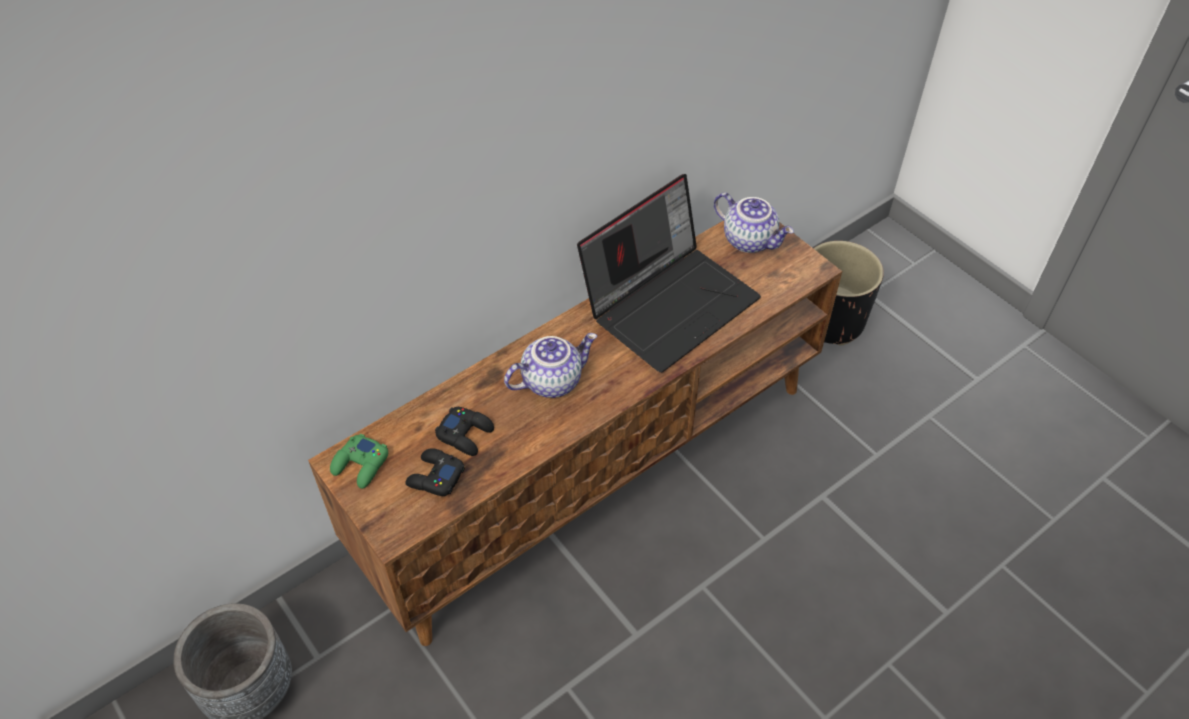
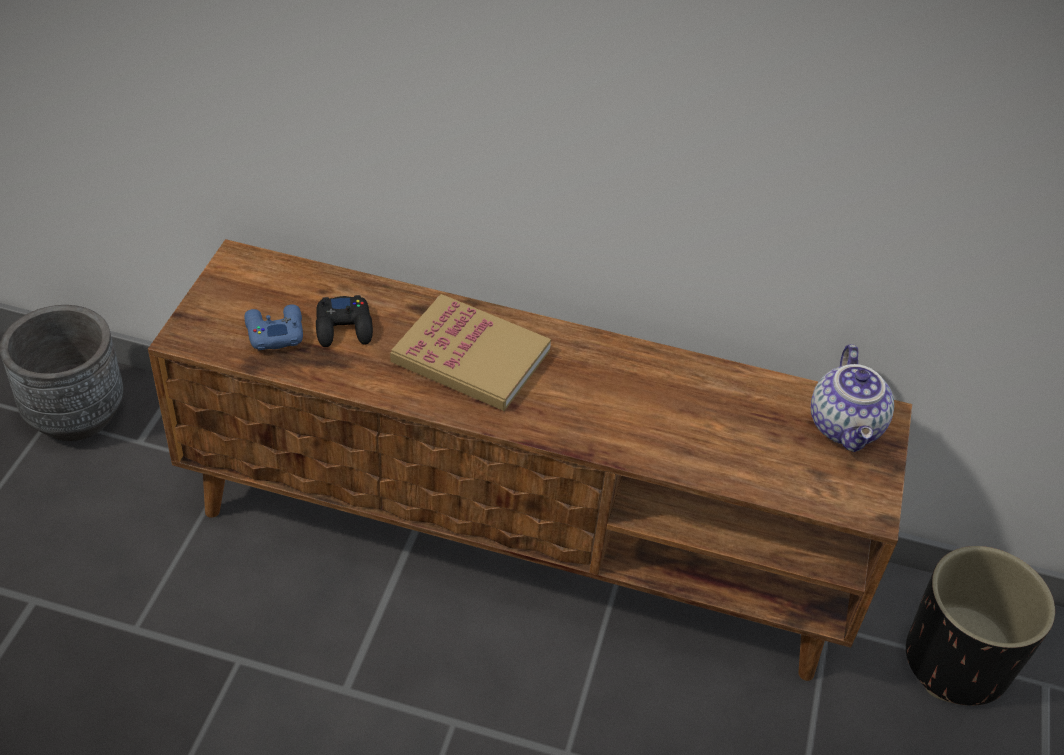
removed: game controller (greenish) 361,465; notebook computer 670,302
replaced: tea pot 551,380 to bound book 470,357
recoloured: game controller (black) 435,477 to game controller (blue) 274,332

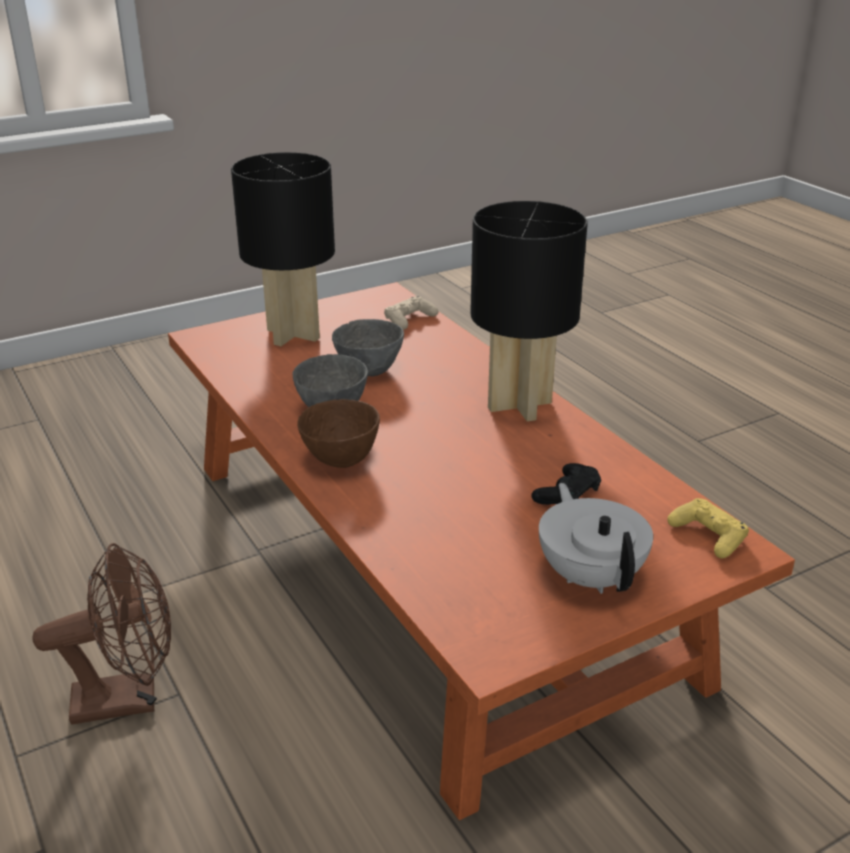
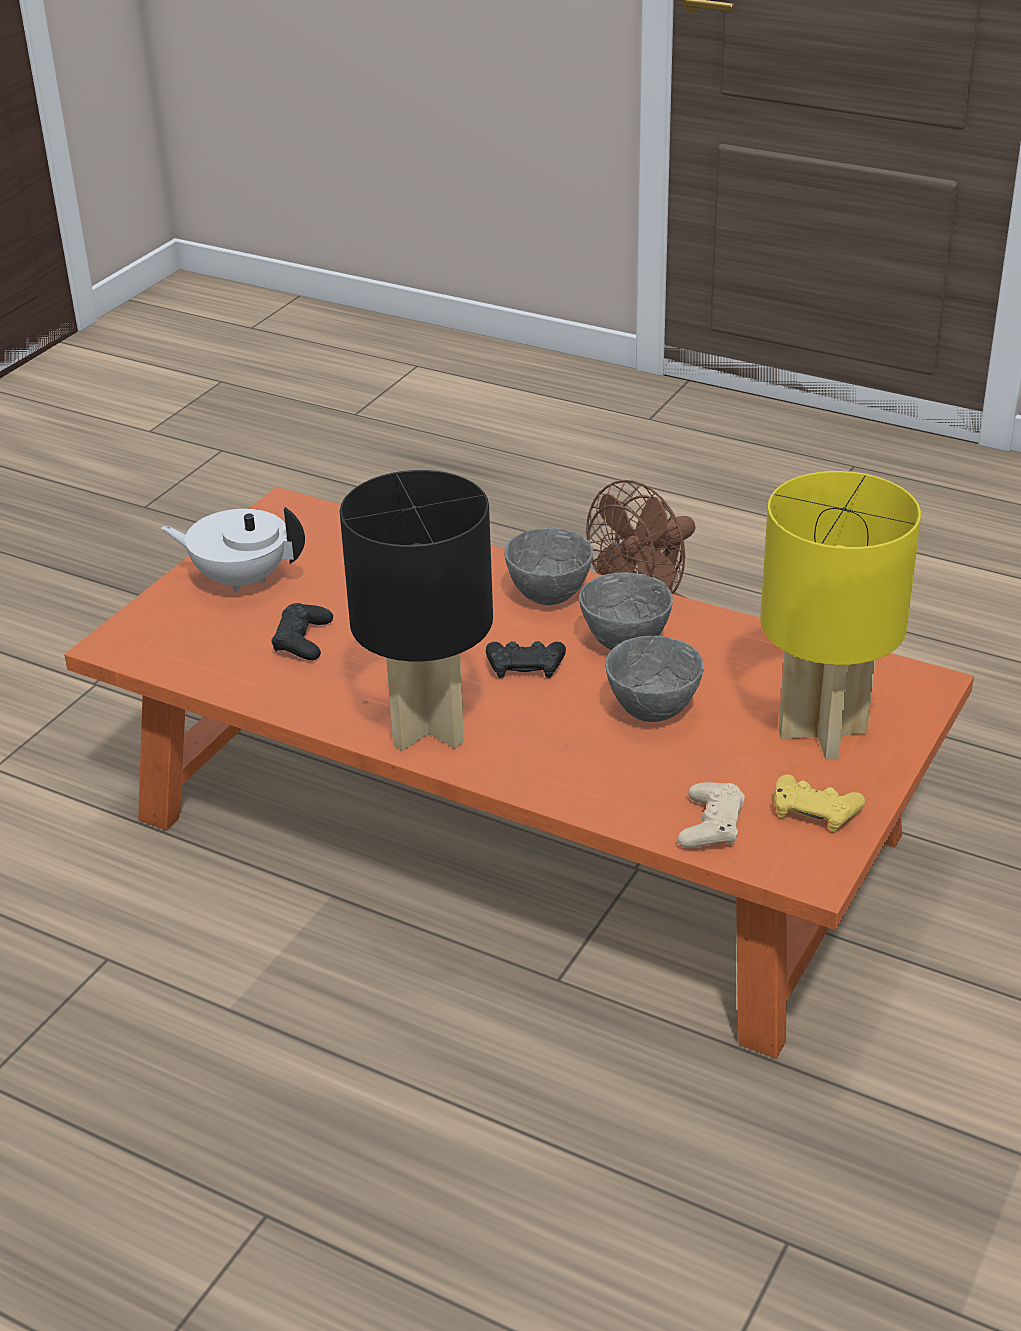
added: game controller (black) 525,666
moved: game controller (yellow-coloured) 708,535 to 815,810
recoloured: bowl (brown-coloured) 342,461 to bowl (grey) 547,596; lamp for a table (black) 292,334 to lamp for a table (yellow-coloured) 824,731
turned: tea pot (whitish) 591,575 = 241,579 150 degrees clockwise

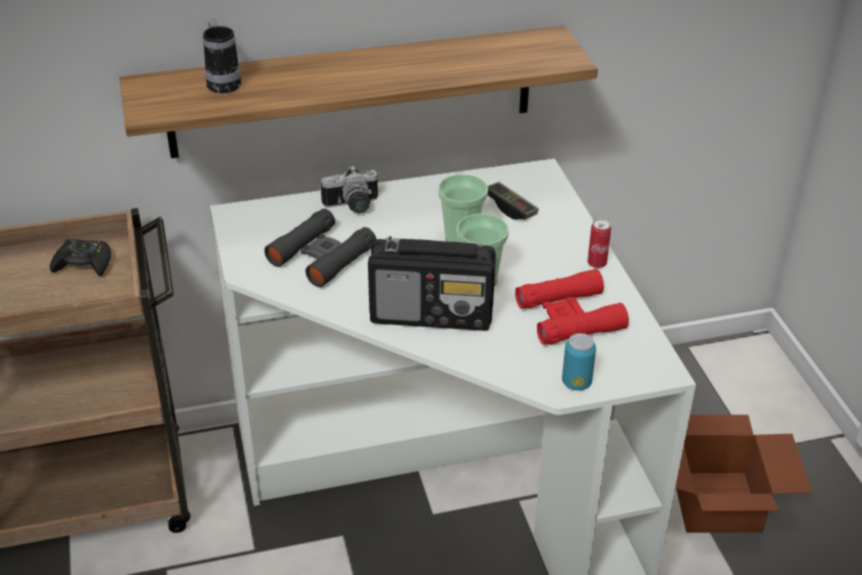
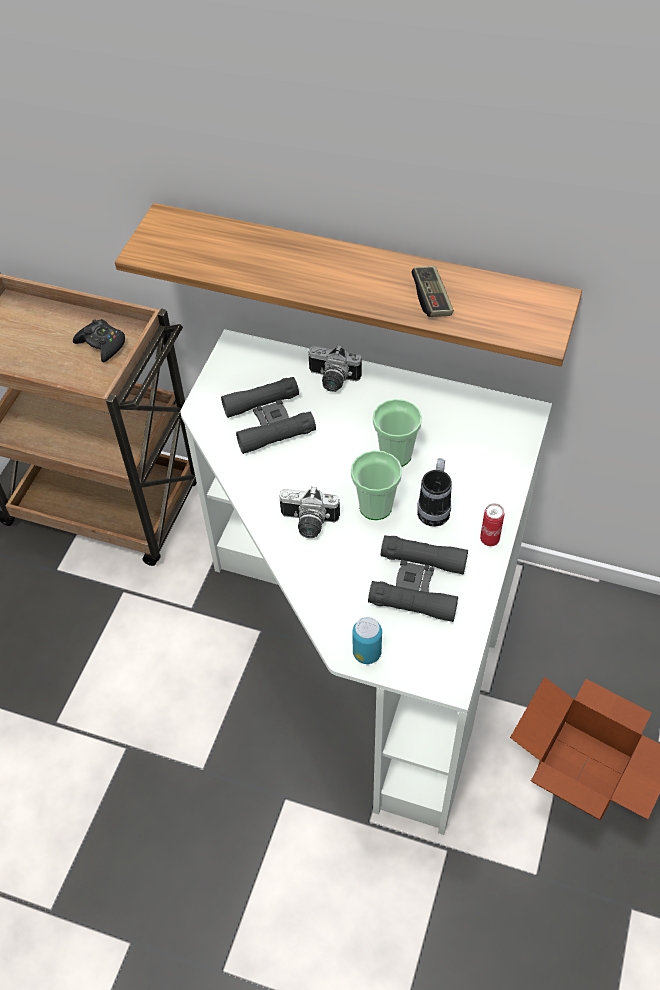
moved: game controller 510,208 to 431,299; mug 222,82 to 435,508
replaced: radio set 432,314 to photo camera 308,524
recoloured: pair of binoculars (red-coloured) 569,316 to pair of binoculars (black) 418,583

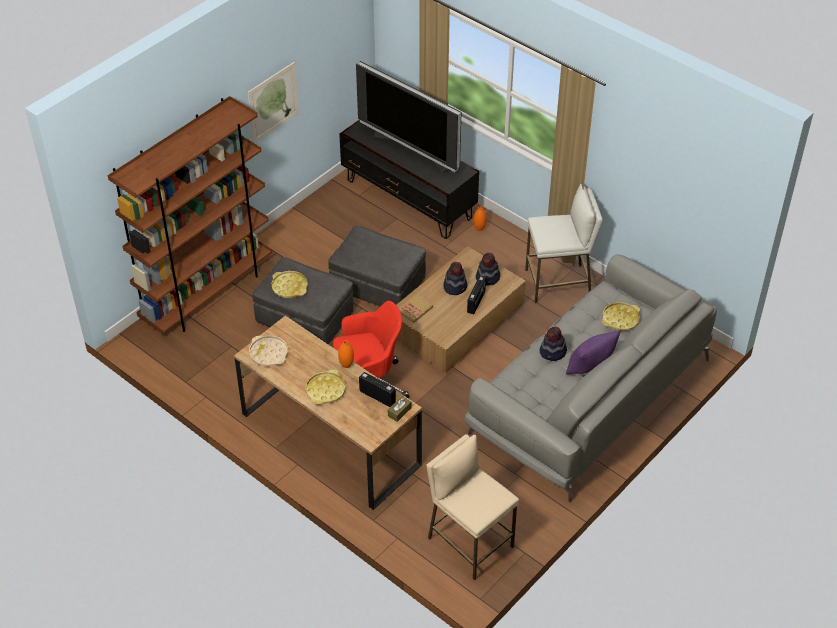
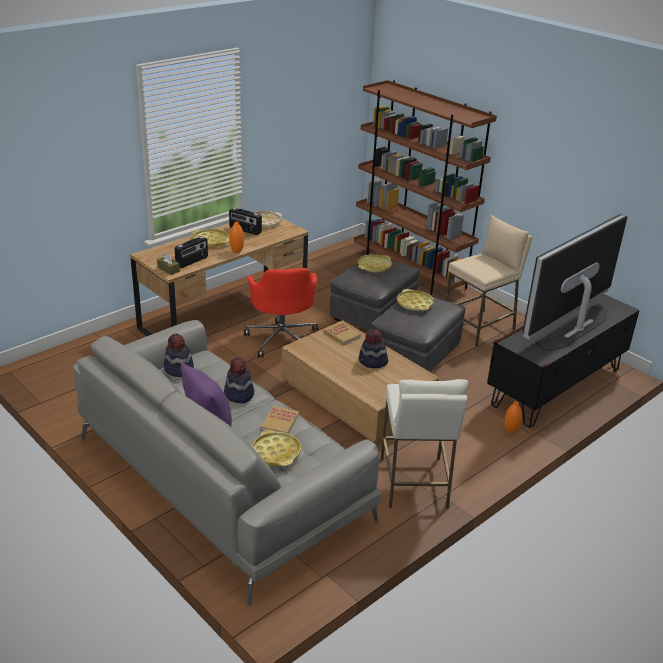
removed: picture 273,102
added: bound book 280,422; serving tray (yellow-coloured) 414,304
moved: hat 488,278 to 178,369; radio set 476,302 to 245,230; stool seat (beige-coloured) 469,542 to 479,328

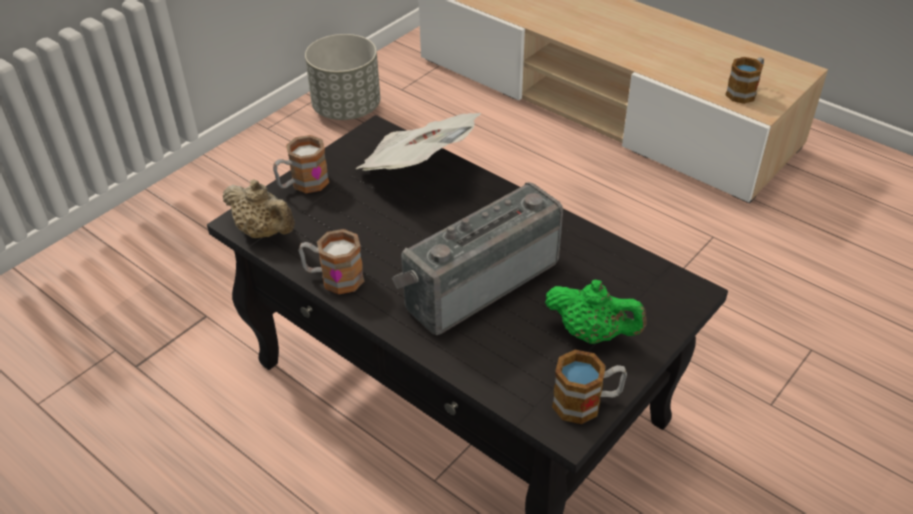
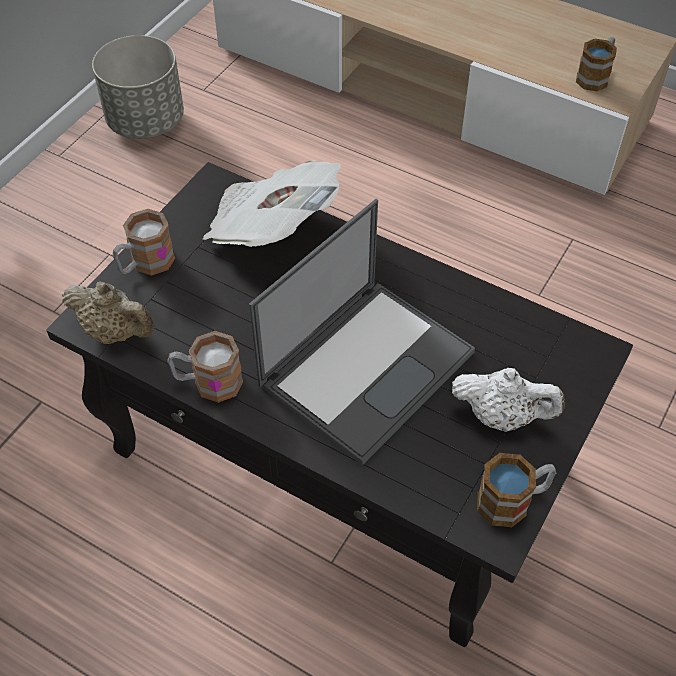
replaced: radio set 477,281 to notebook computer 367,366
recoloured: tea pot (greenish) 592,333 to tea pot (whitish) 502,416

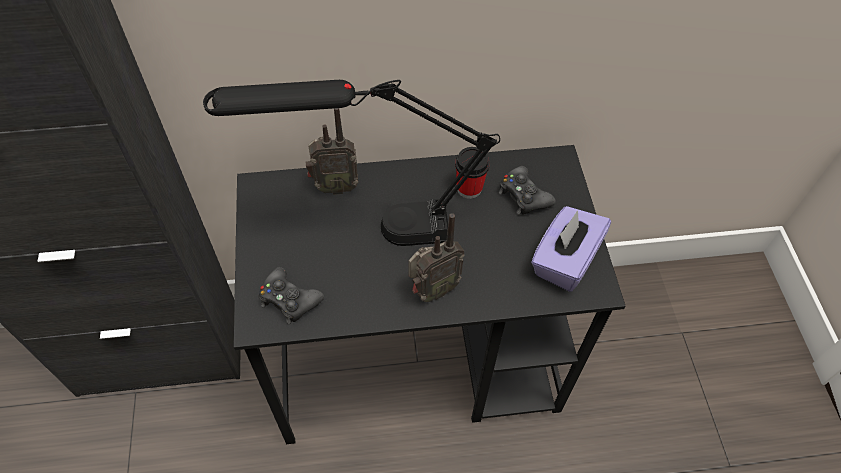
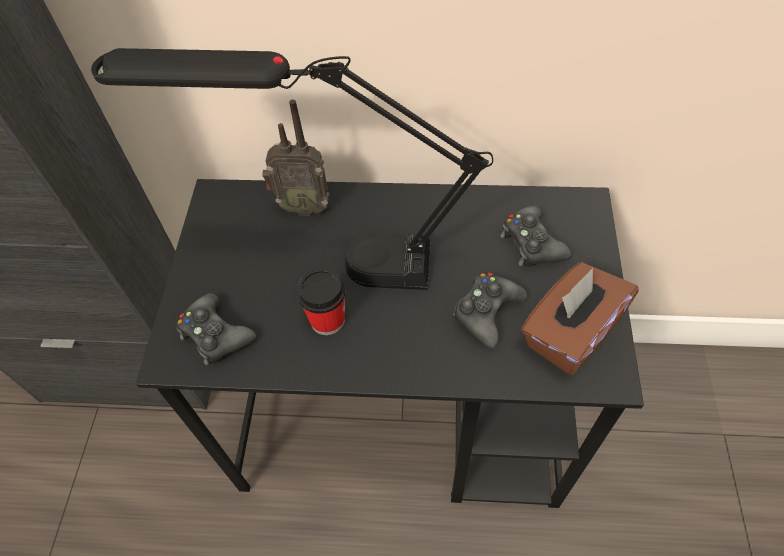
removed: radio set 432,290
added: game controller (black) 486,312
moved: cup 469,188 to 327,320
recoloured: tissue holder (purple) 564,261 to tissue holder (brown-coloured) 570,333

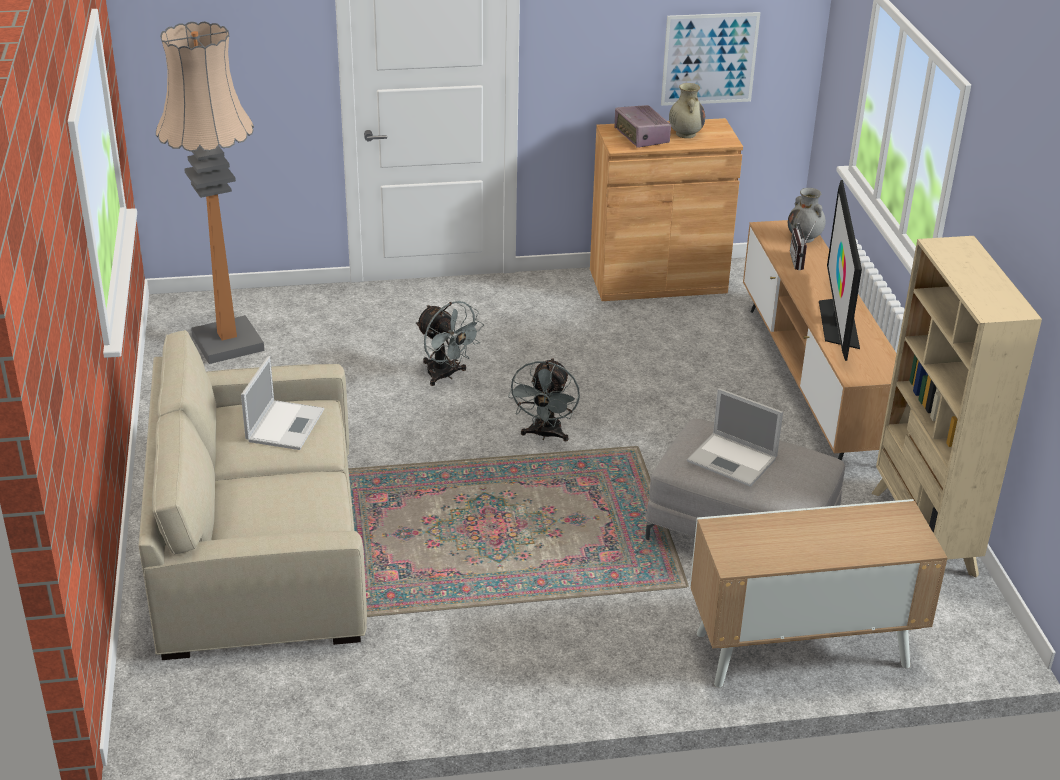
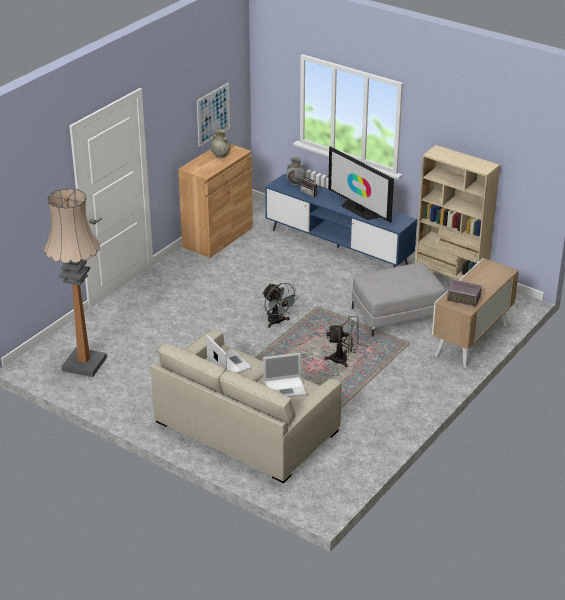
moved: notebook computer 733,460 to 285,387; cooling fan (grey) 446,375 to 344,359; radio set 641,137 to 463,299
recoloured: tv unit (brown-coloured) 811,383 to tv unit (blue) 338,247

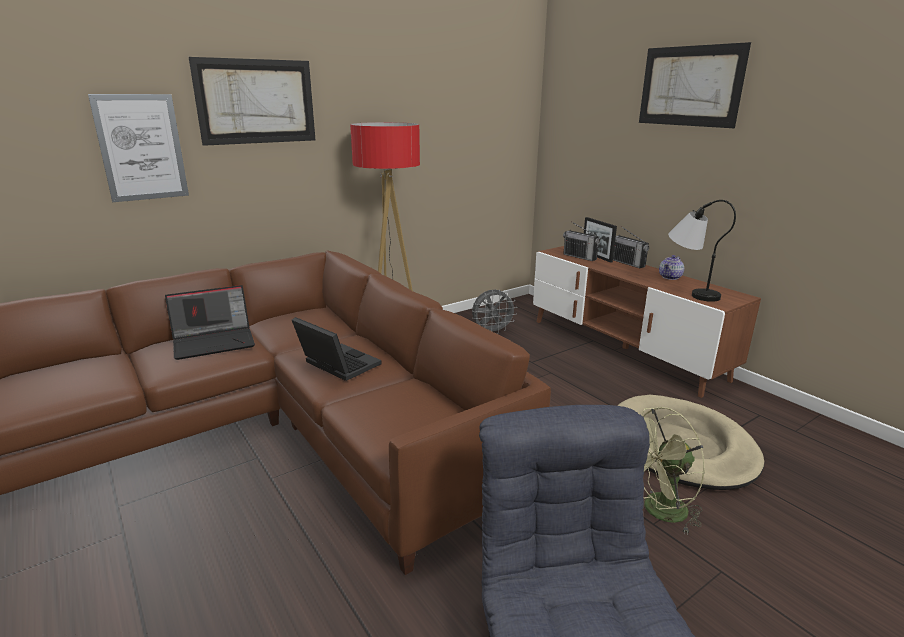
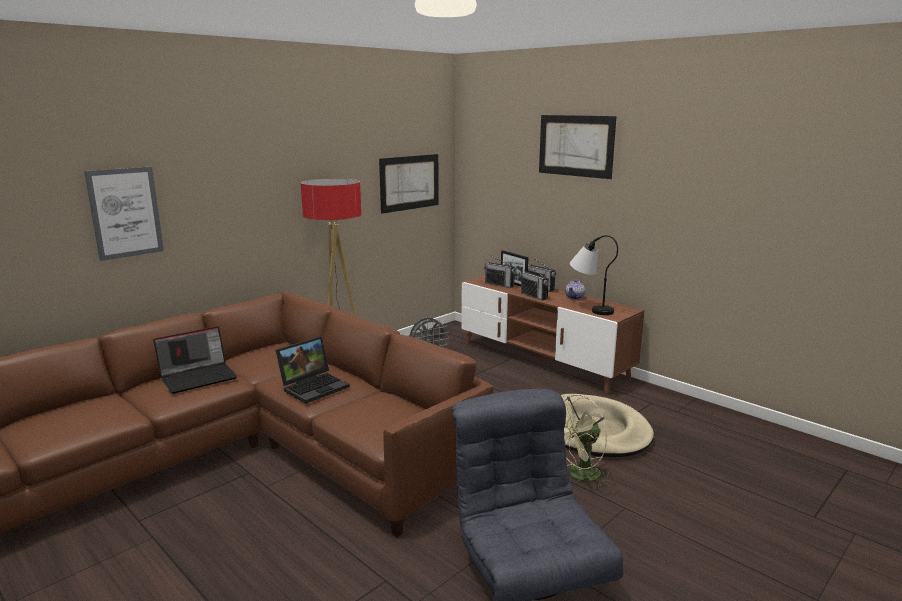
added: radio set 534,296
moved: picture 256,101 to 409,182
turned: notebook computer 336,365 = 314,386 105 degrees clockwise

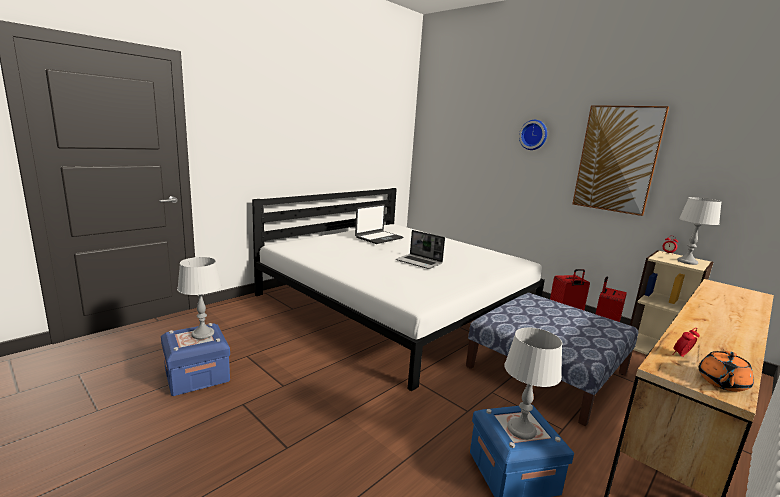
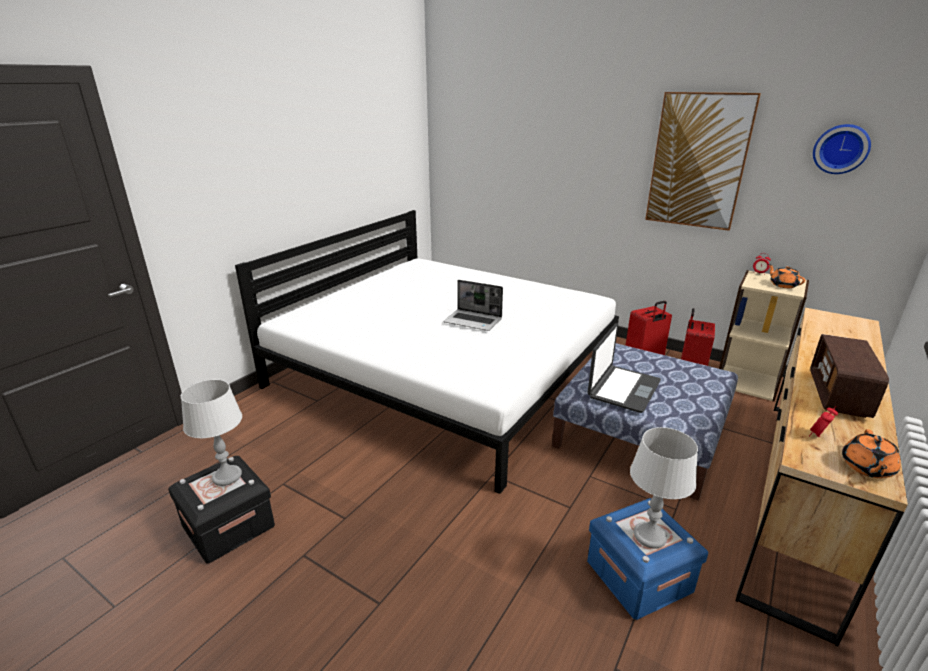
added: radio set 838,395
moved: notebook computer 378,238 to 623,389; clock on the wall 534,135 to 841,149
replaced: lamp for a table (grey) 687,262 to tea pot (orangey) 782,285
recoloured: storage box (blue) 197,375 to storage box (black) 228,526

